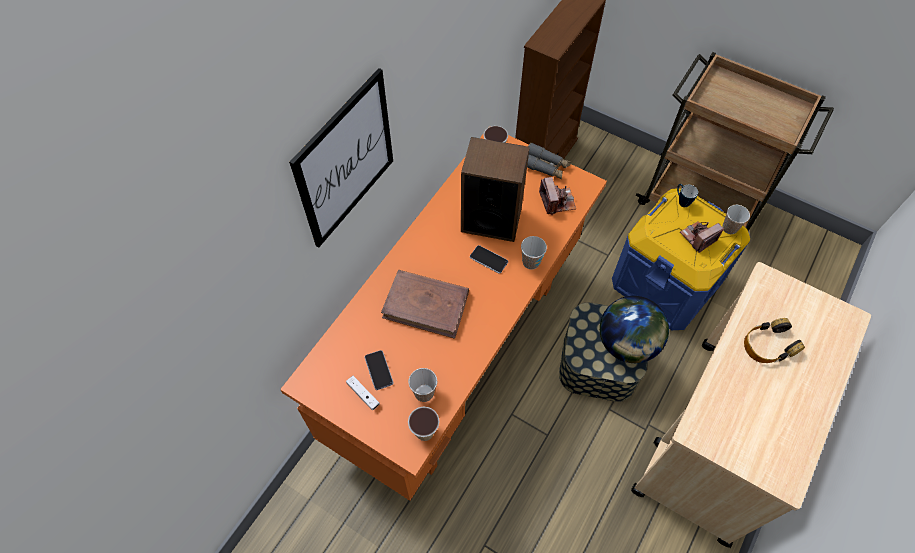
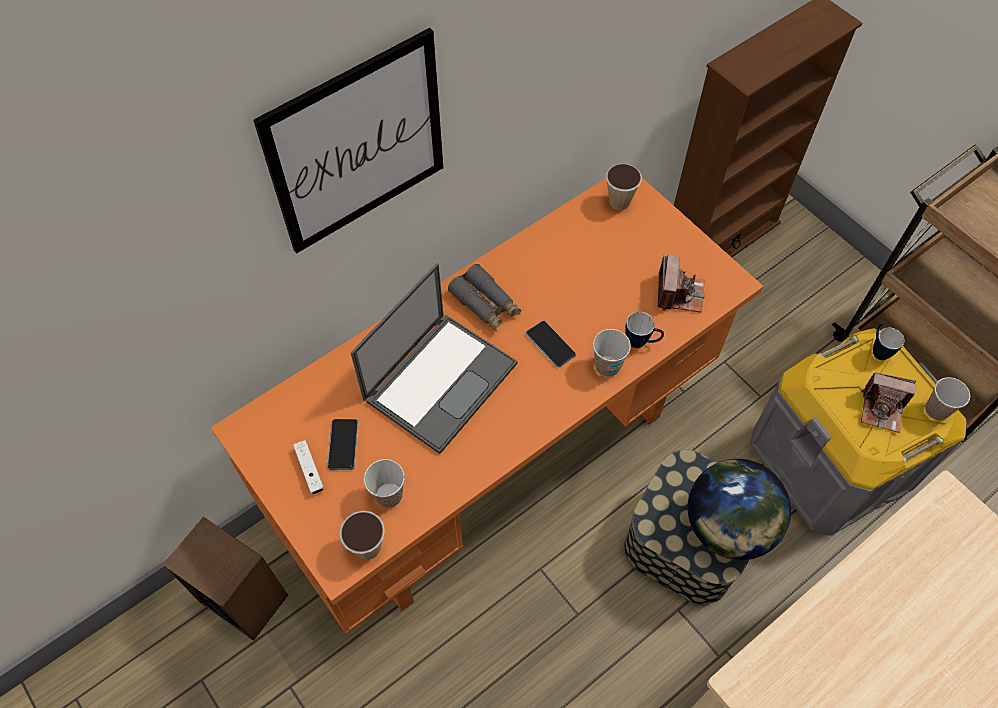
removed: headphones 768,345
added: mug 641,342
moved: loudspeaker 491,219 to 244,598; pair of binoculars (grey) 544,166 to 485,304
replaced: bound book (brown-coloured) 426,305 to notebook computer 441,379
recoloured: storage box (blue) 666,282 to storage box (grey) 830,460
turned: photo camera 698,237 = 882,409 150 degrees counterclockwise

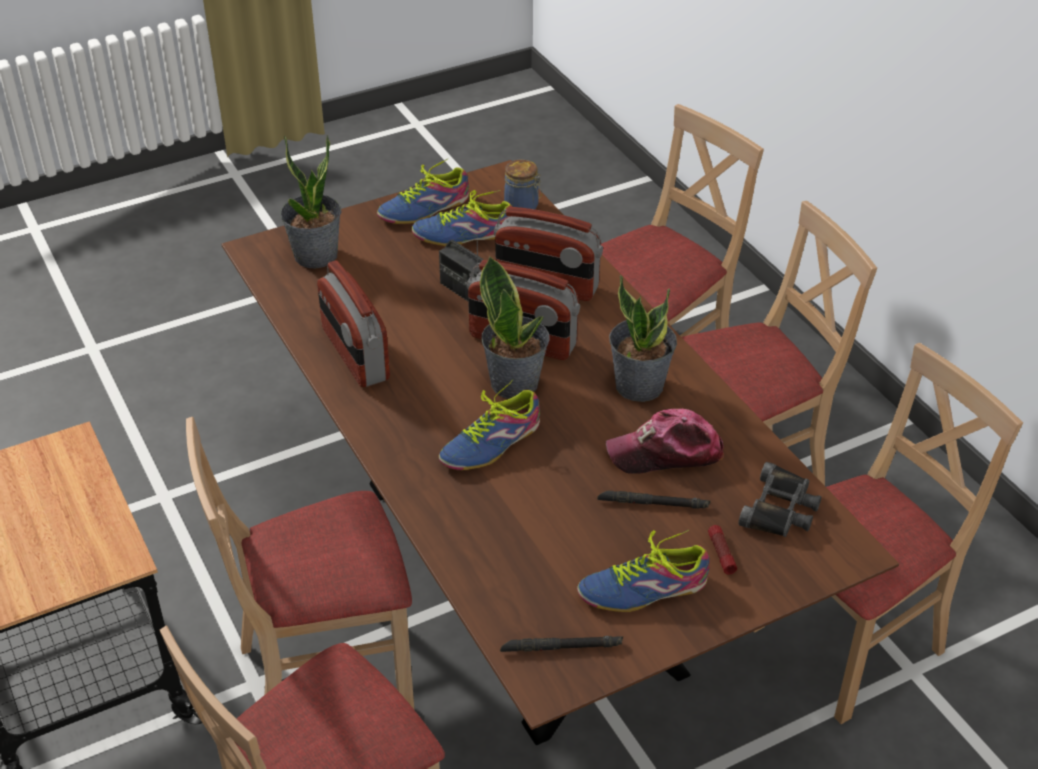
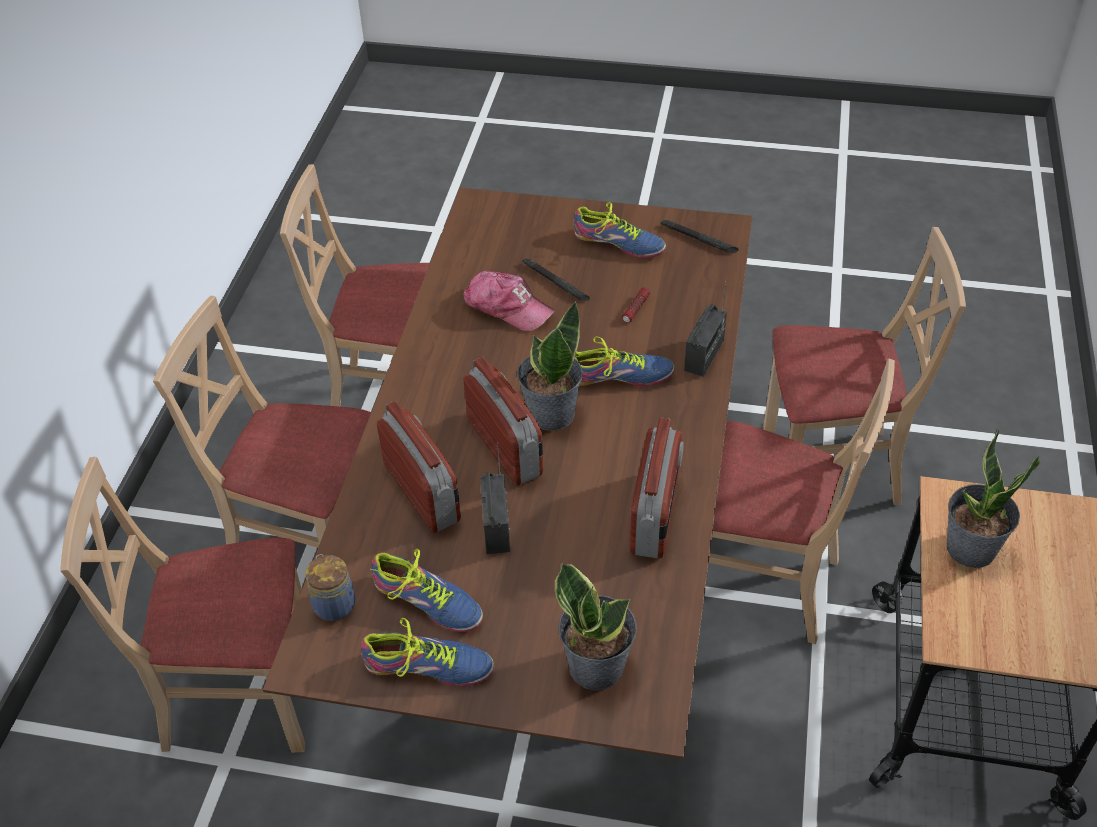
removed: pair of binoculars (black) 780,509
added: radio set 704,356
moved: flashlight 721,554 to 635,309; houseplant 639,385 to 970,549

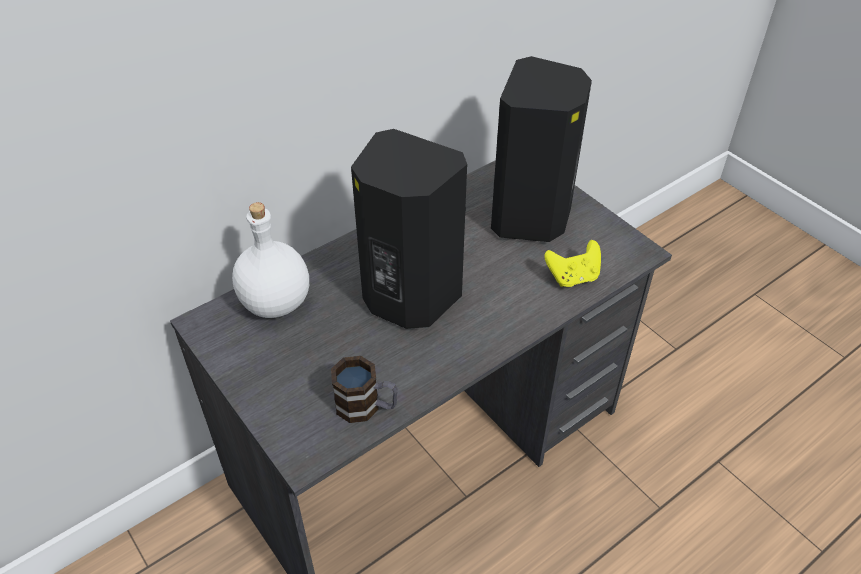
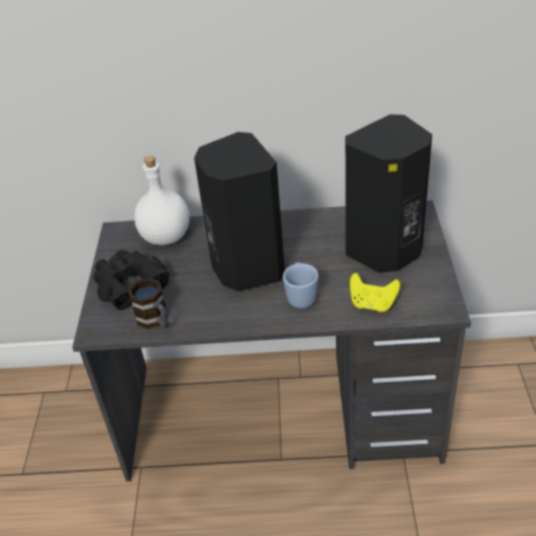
added: pair of binoculars (black) 128,283; mug (blue) 301,296

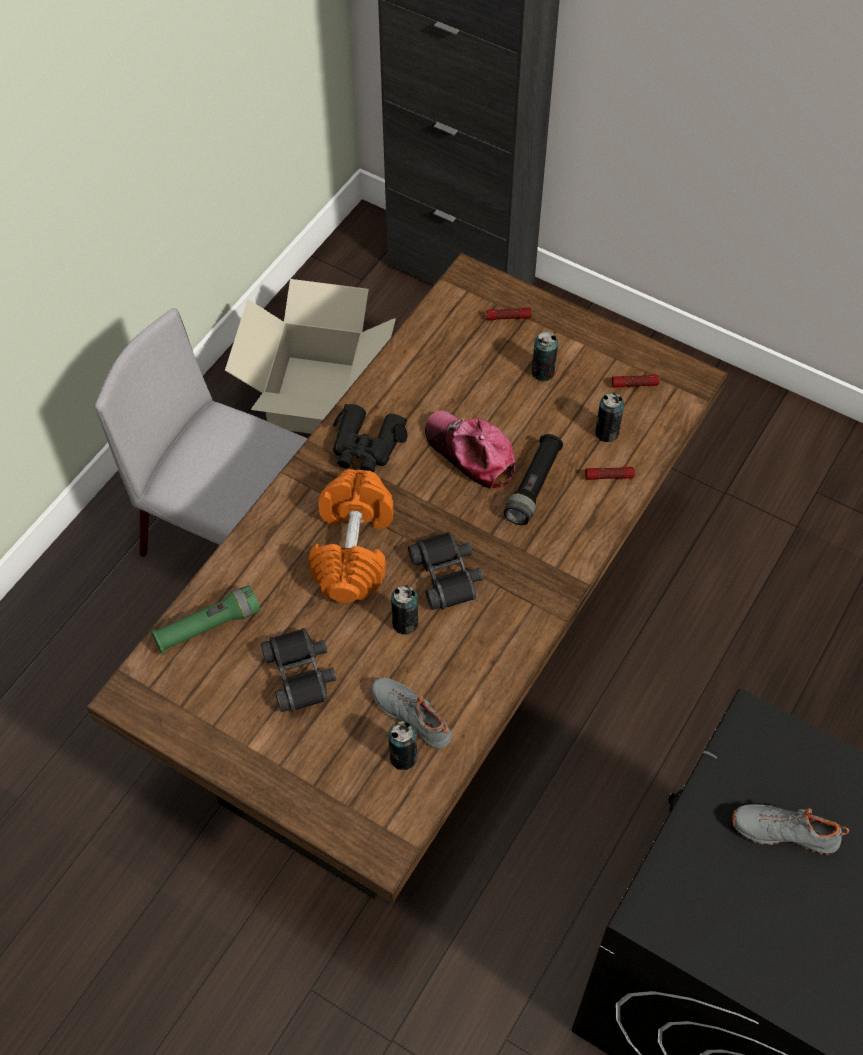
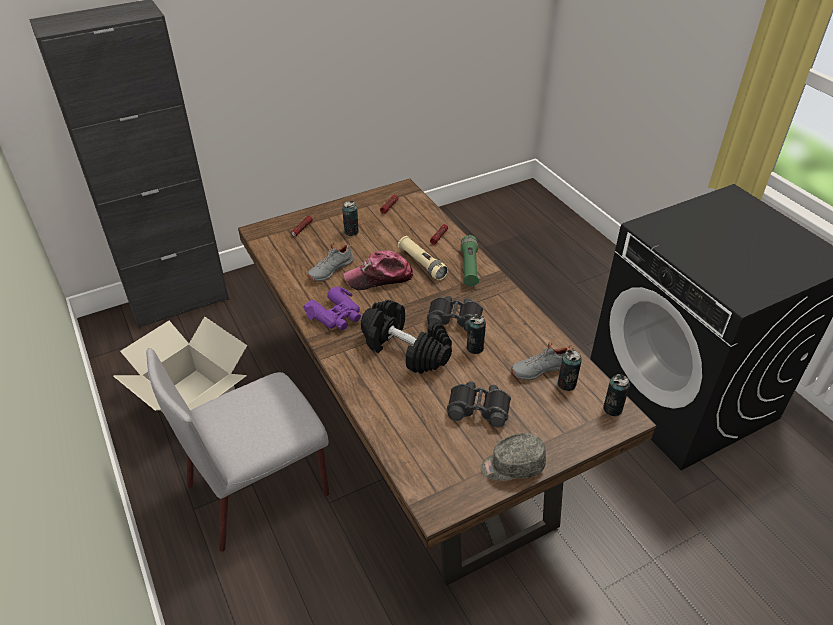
added: peaked cap (grey) 512,466
moved: item of footwear (grey) 784,830 to 330,270; flashlight (greenish) 207,627 to 469,267; sealed can 607,433 to 612,409
recoloured: pair of binoculars (black) 366,446 to pair of binoculars (purple) 336,315; dumbbell (orangey) 352,549 to dumbbell (black) 405,350; flashlight (black) 533,486 to flashlight (beige-coloured) 422,264

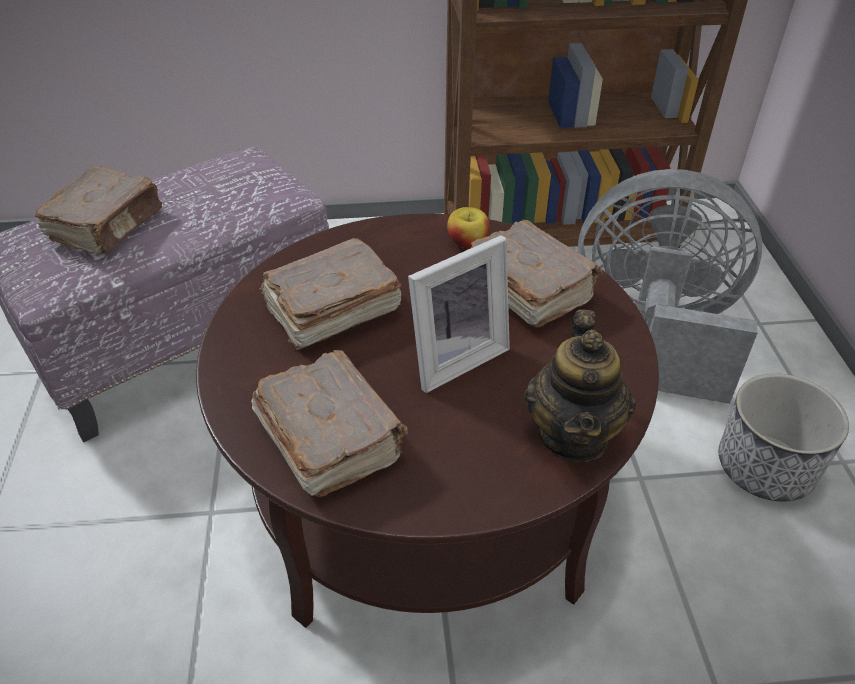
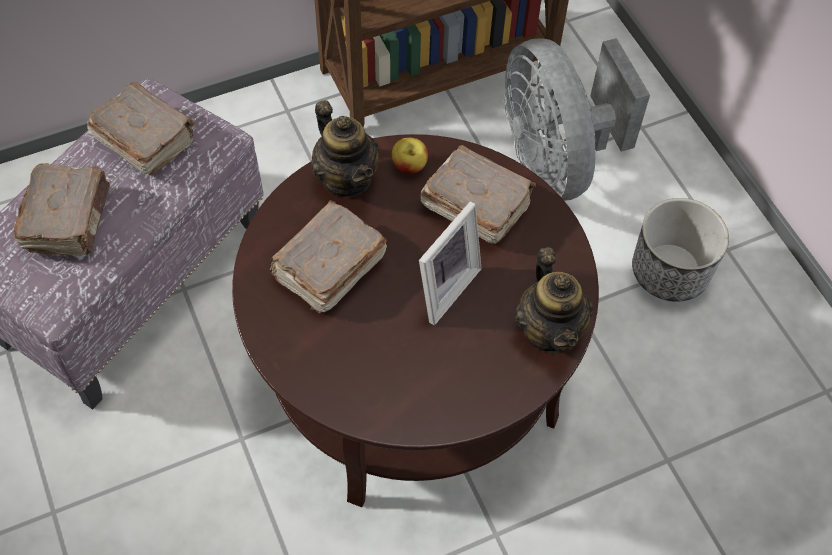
added: tea pot 347,178
moved: bound book (brown-coloured) 330,437 to 144,139
turned: cooling fan (grey) 654,333 = 555,161 105 degrees counterclockwise

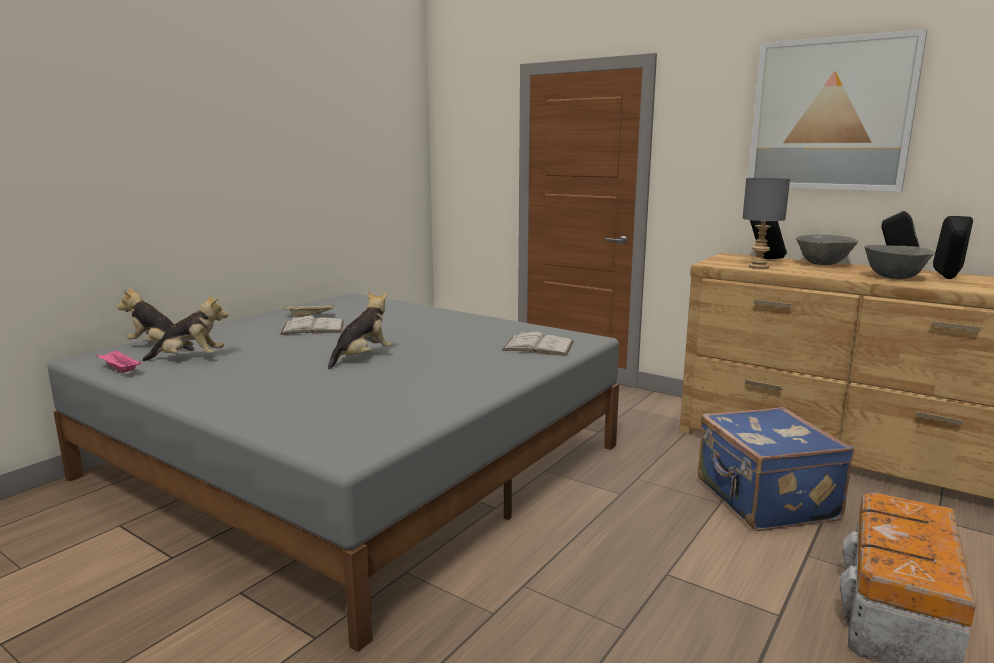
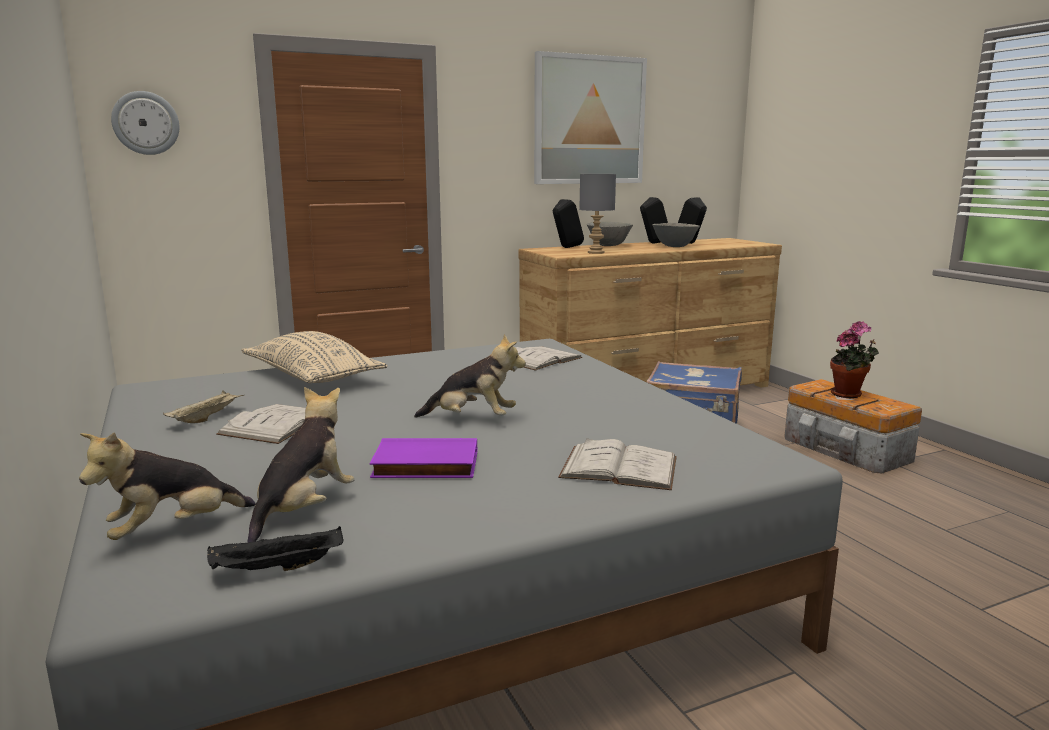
added: clock on the wall 146,123; cushion (beige-coloured) 313,377; bound book (purple) 425,466; bound book (whitish) 619,467; houseplant 849,395
recoloured: serving tray (pink) 119,370 to serving tray (black) 276,569
turned: soft toy 362,358 = 472,419 120 degrees clockwise

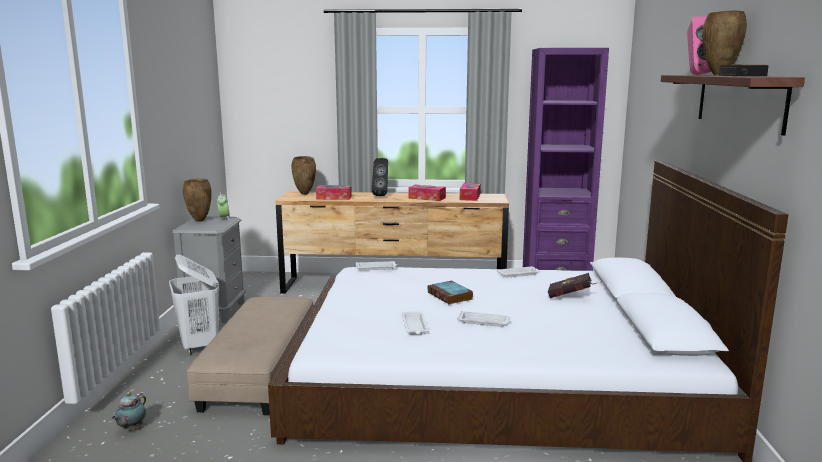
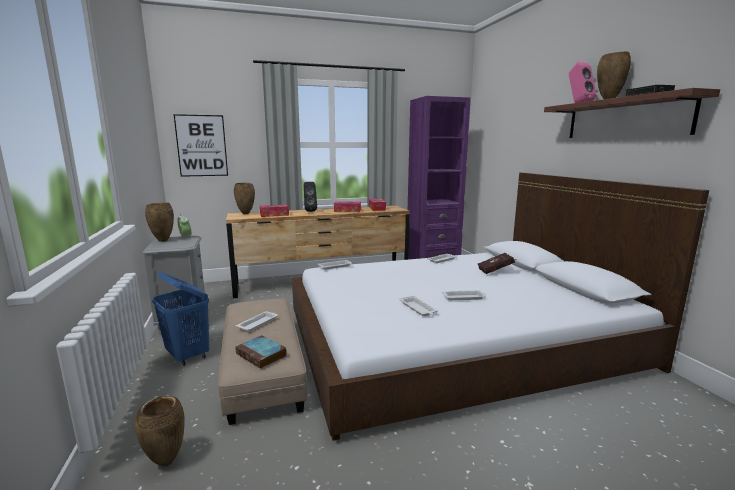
added: picture 201,146; serving tray (whitish) 258,323
moved: bound book 451,296 to 262,355
replaced: tea pot 131,429 to flower vase (brown-coloured) 166,461
recoloured: hamper (whitish) 199,346 to hamper (blue) 188,356

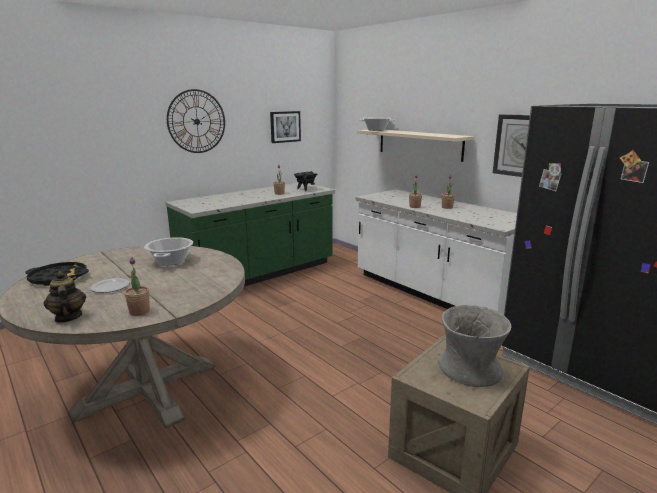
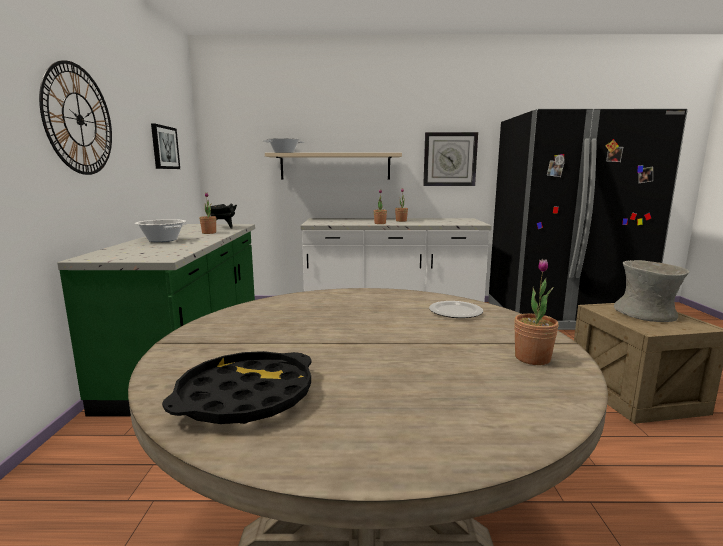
removed: tea pot 68,317
moved: cooking pot 171,261 to 163,240; plate 110,287 to 456,312

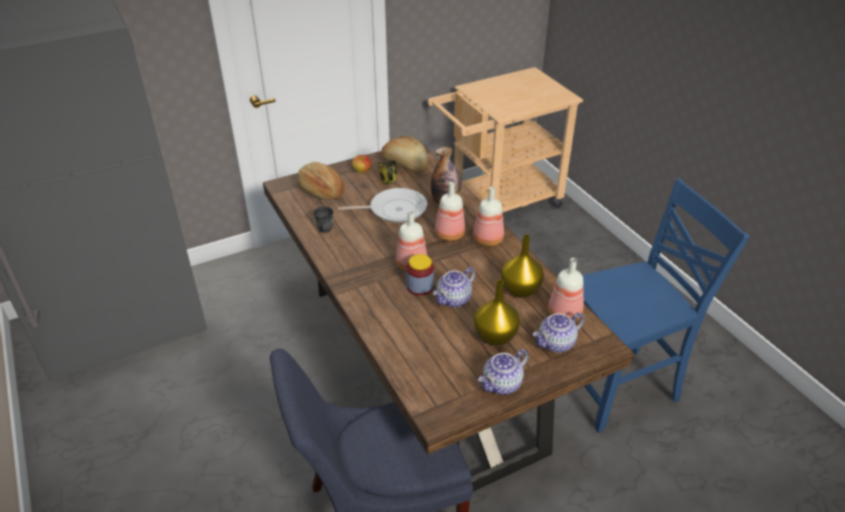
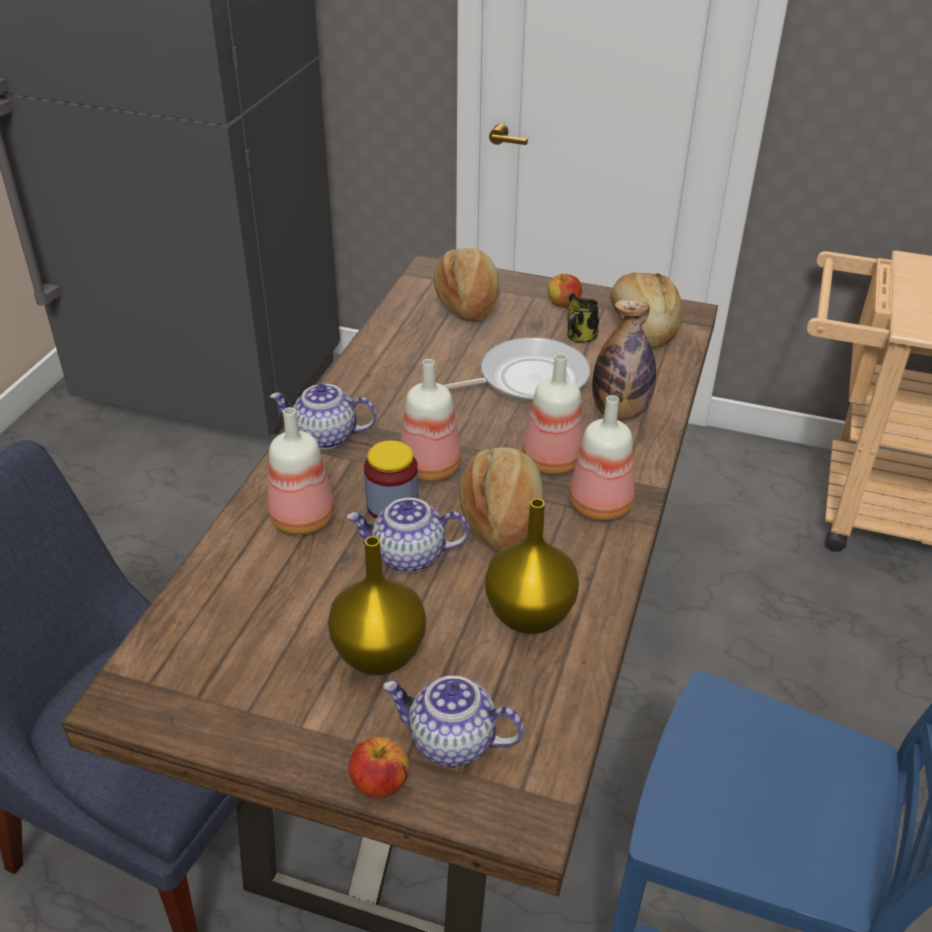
removed: mug (grey) 325,231
added: apple fruit 379,784; baked bread 503,517
moved: drink bottle 564,313 to 304,518; tea pot 502,384 to 325,437
turned: pan 394,210 = 526,380 60 degrees counterclockwise

